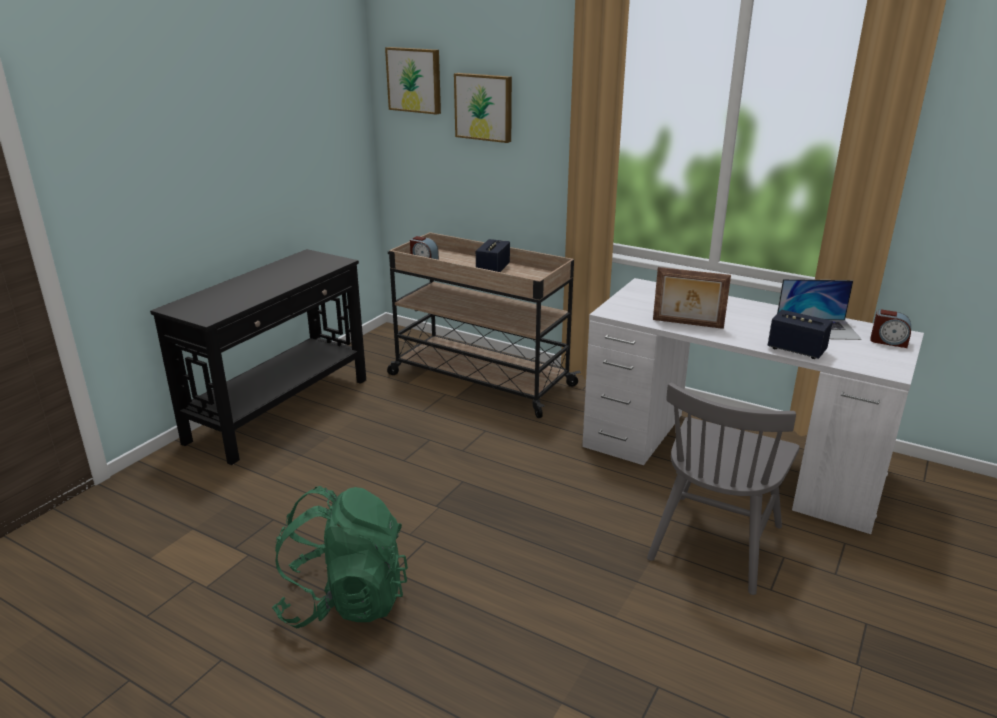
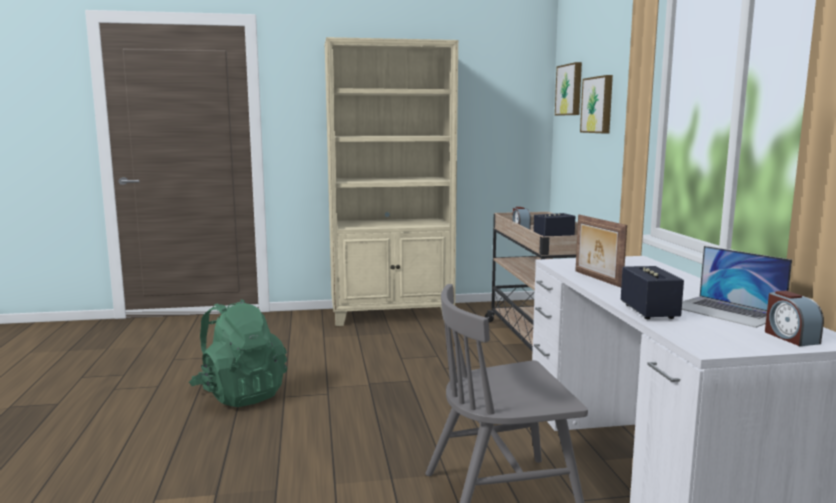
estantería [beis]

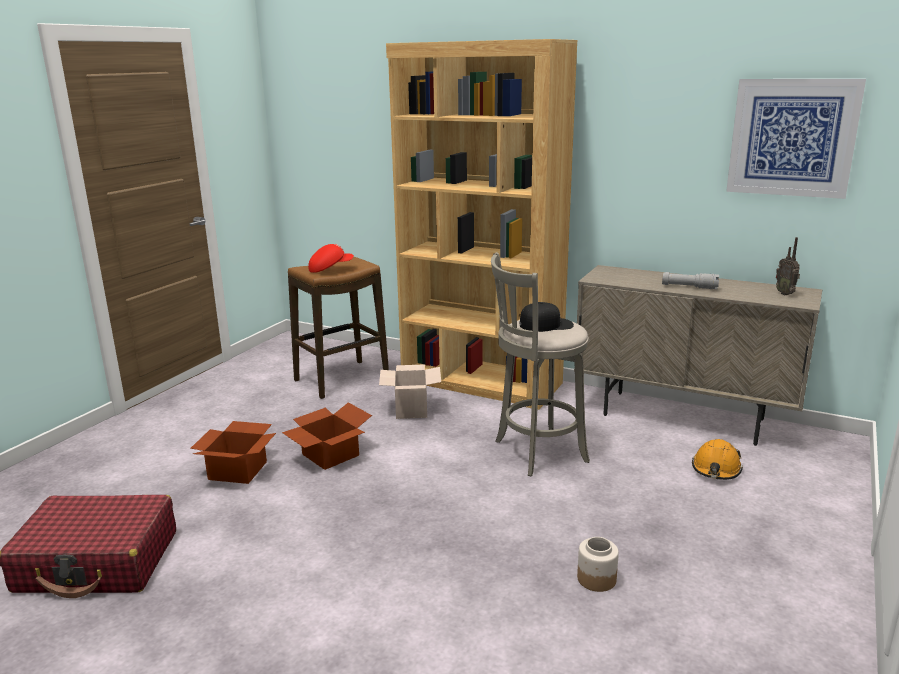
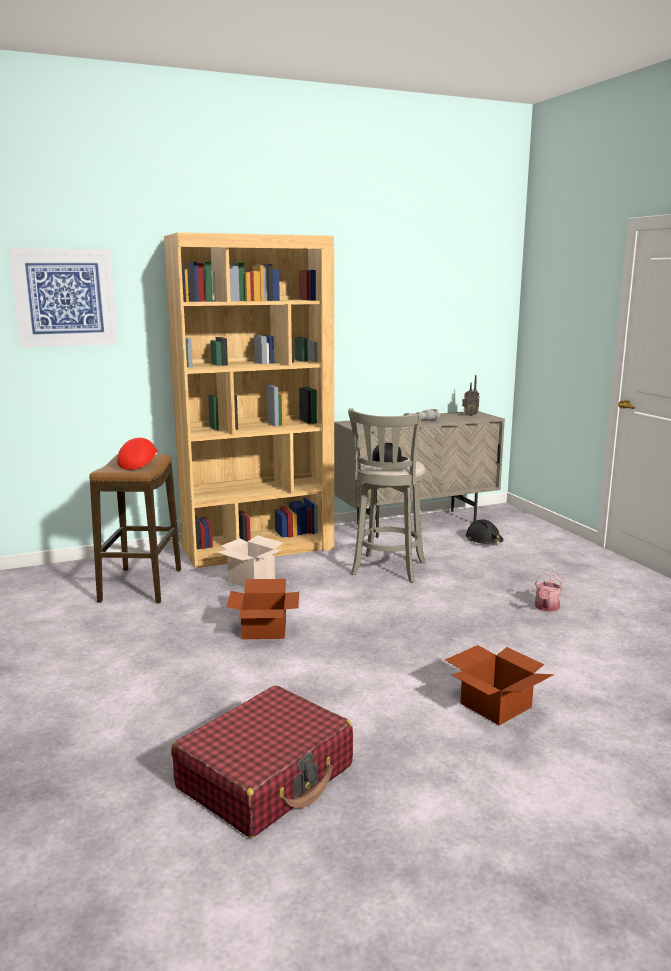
cuadro
caja de cartón (no. 3 from left)
casco [negro]
regadera

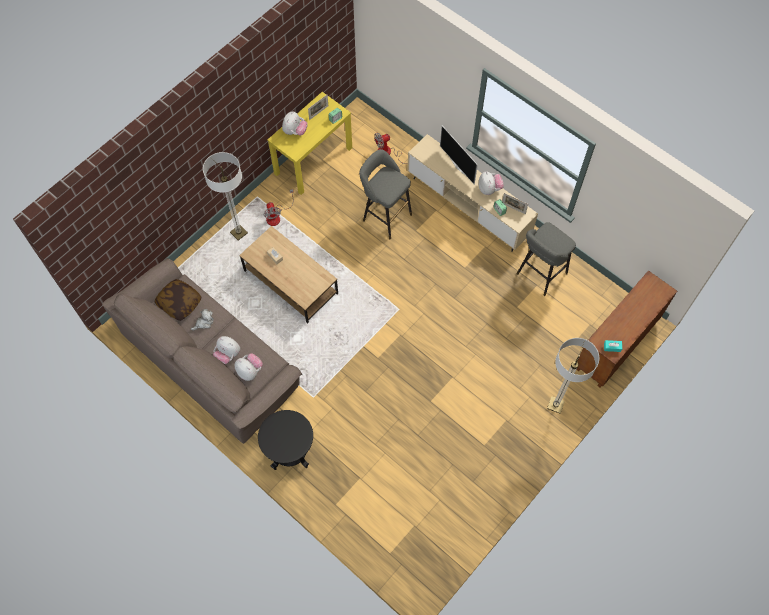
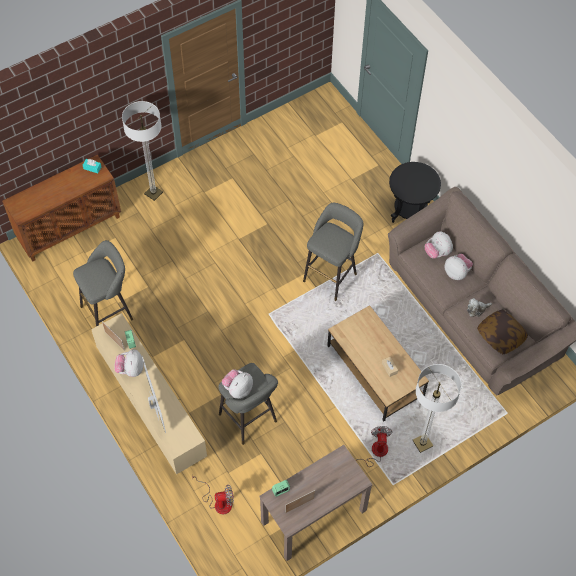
mesa consola [marrón]
peluche (no. 2 from left)
taburete [gris] (no. 3 from left)

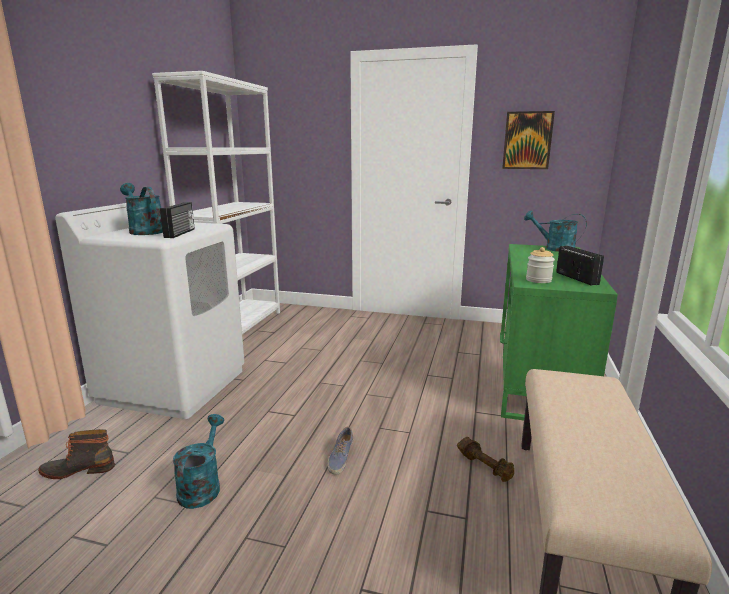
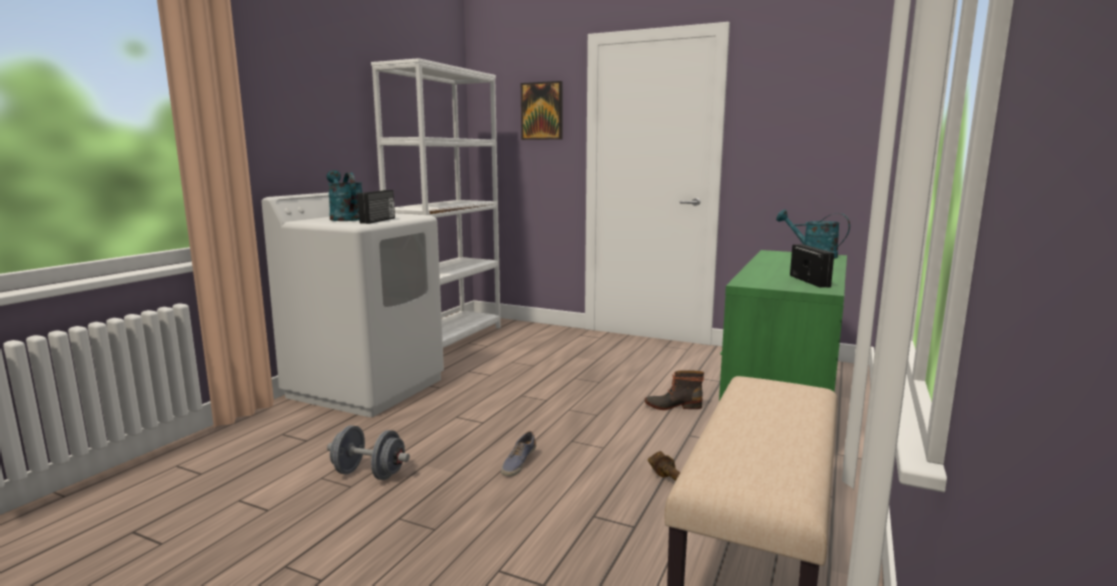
cuadro
tarro
mancuerna [gris]
bota

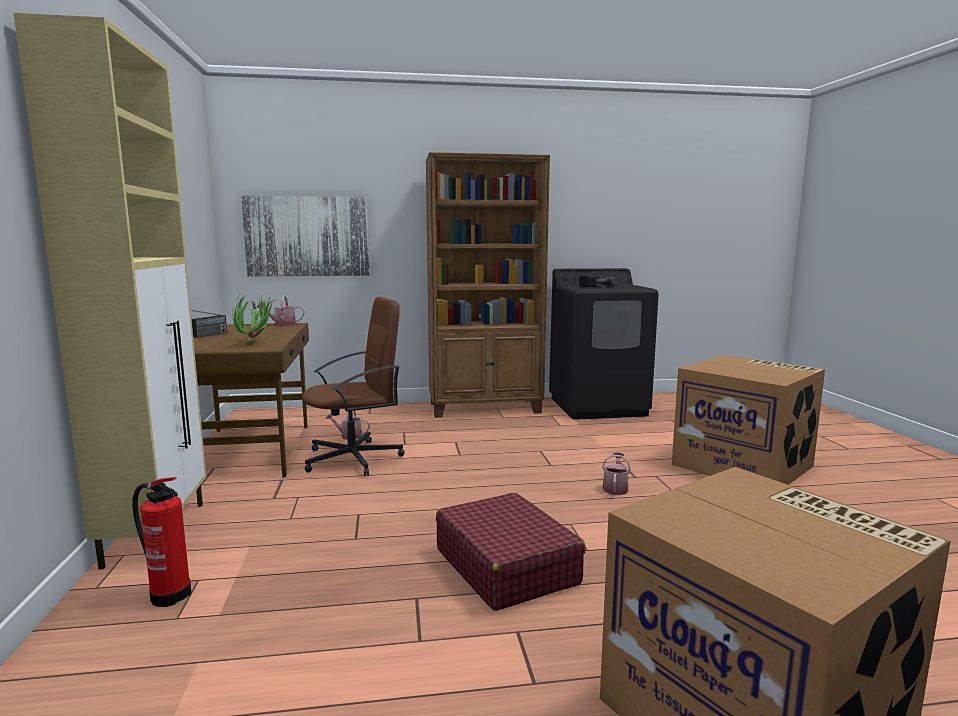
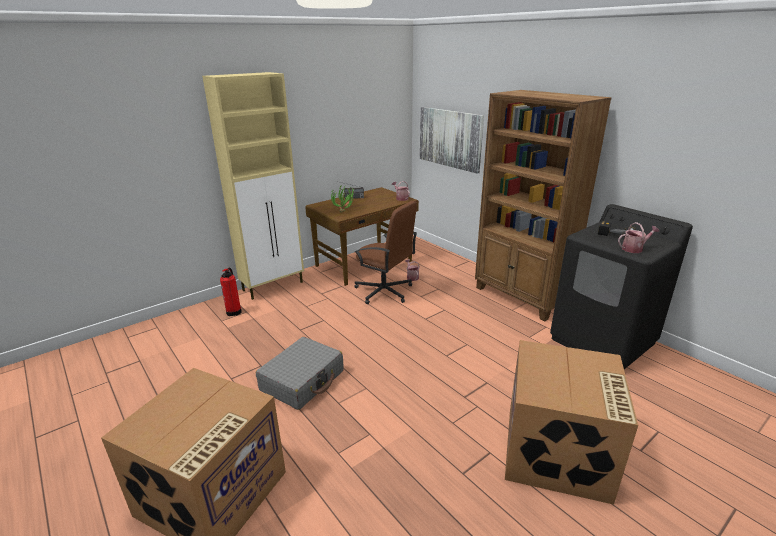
regadera (no. 3 from left)
maleta [gris]

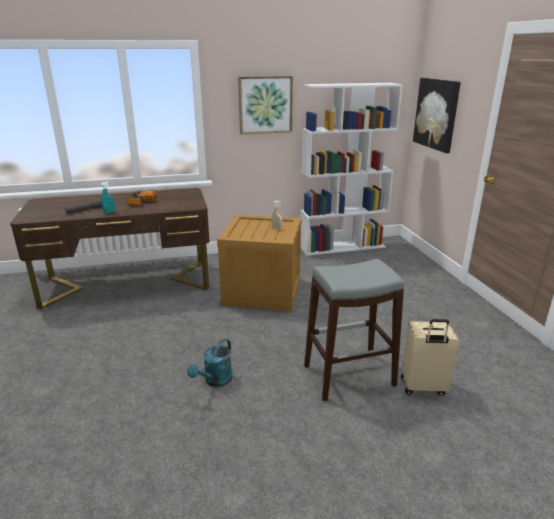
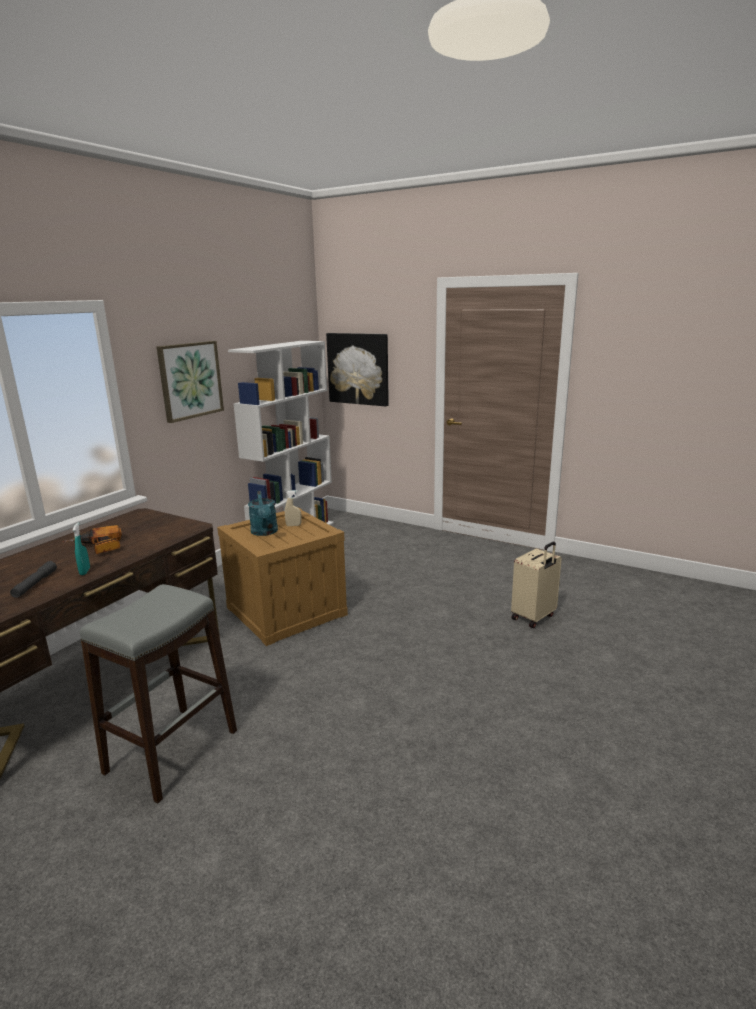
taburete [gris]
regadera [turquesa]

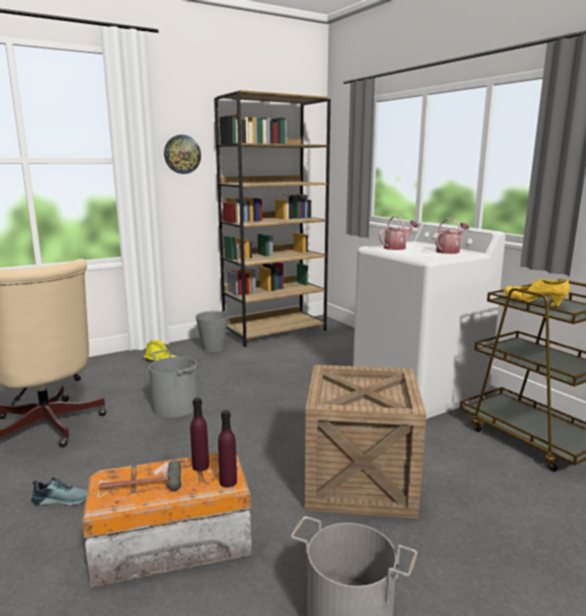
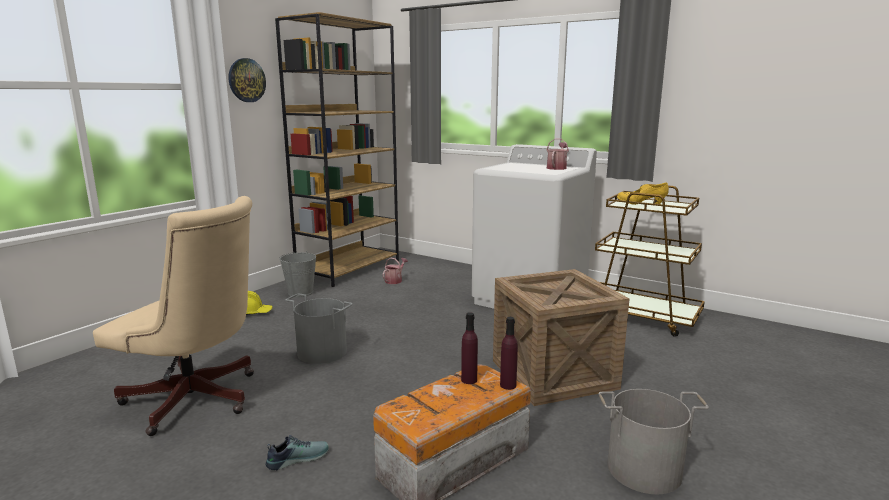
regadera (no. 1 from left)
martillo

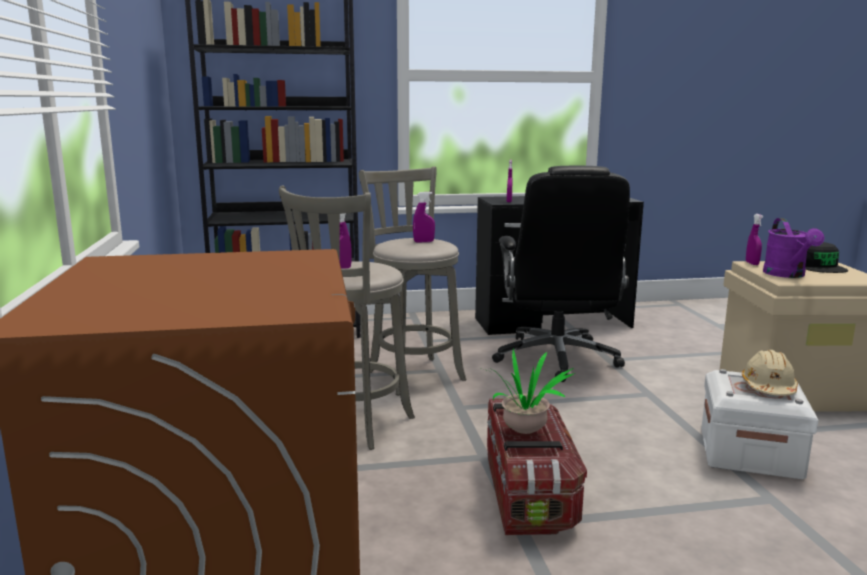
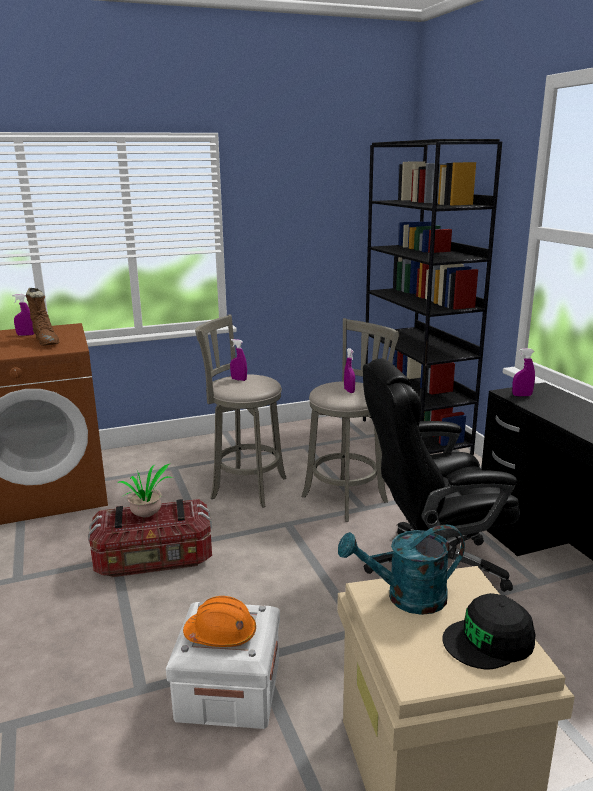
pulverizador [morado] (no. 1 from left)
regadera [turquesa]
casco [naranja]
bota [marrón]

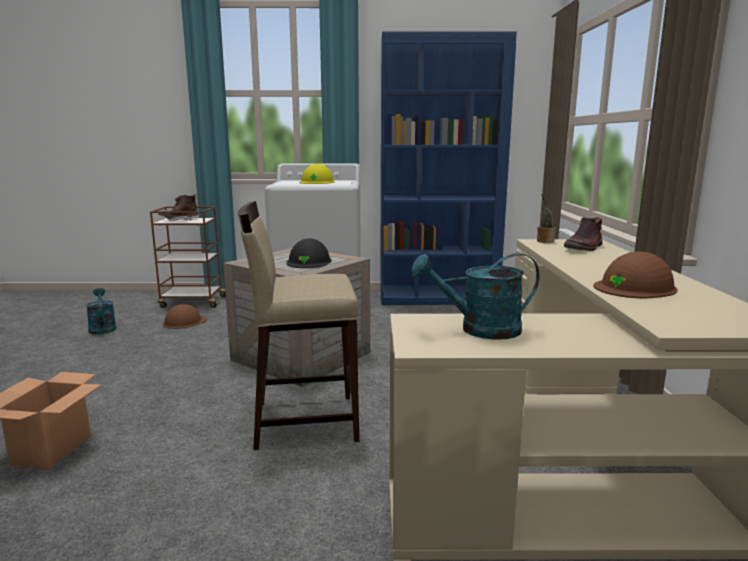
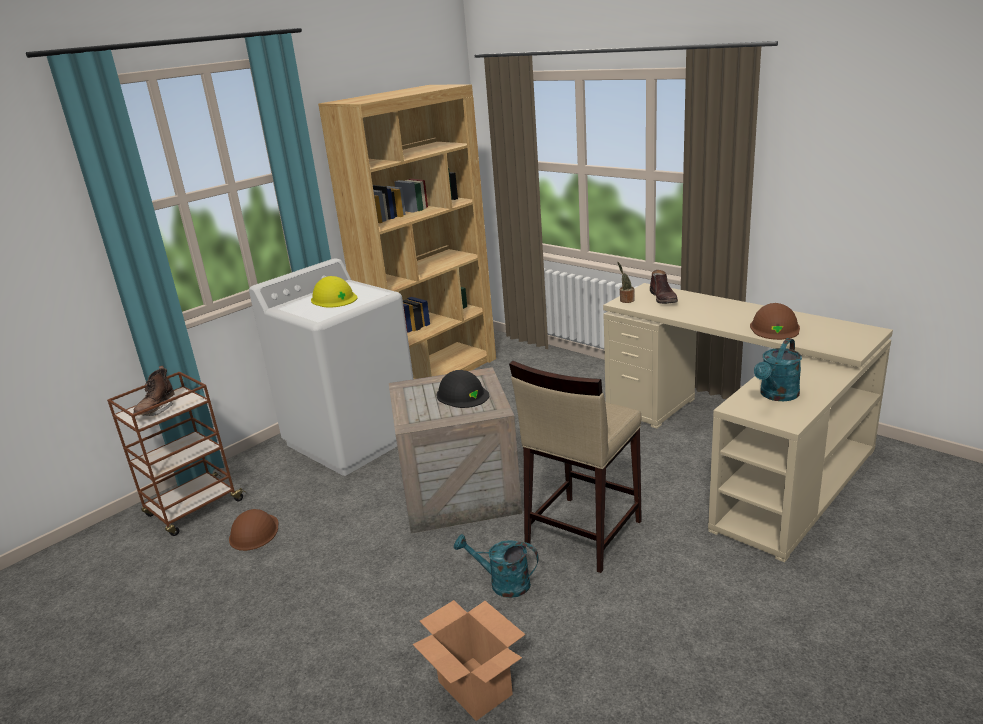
estantería [marrón]
regadera [turquesa] (no. 1 from left)

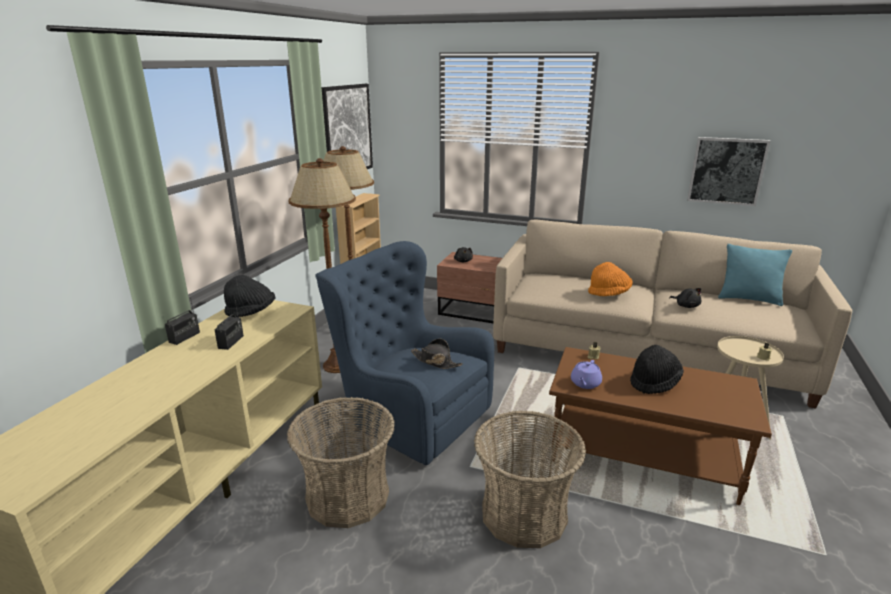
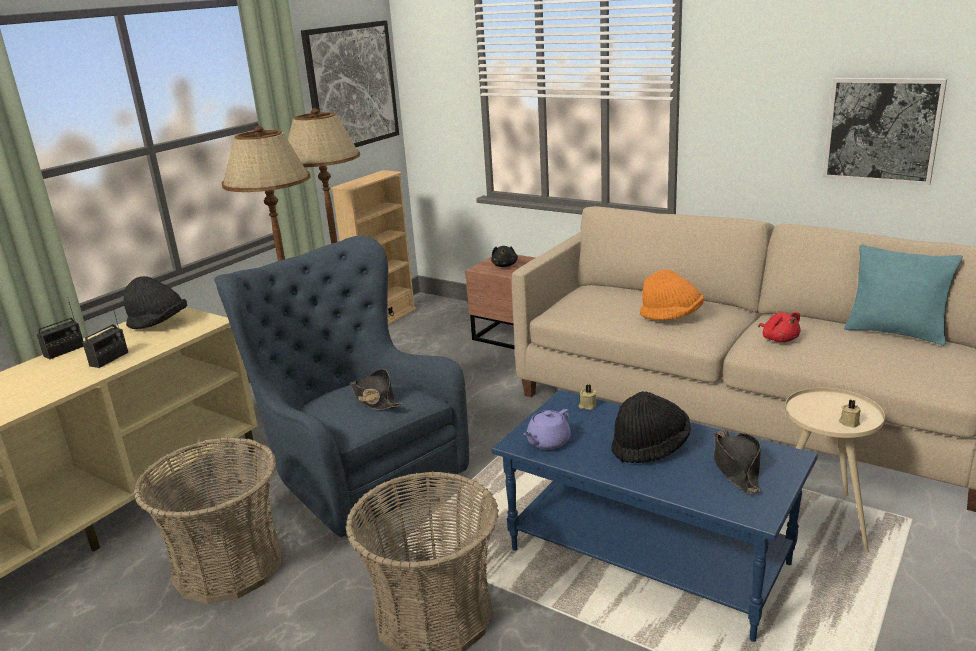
peluche [rojo]
mesa de centro [azul]
sombrero [negro] (no. 4 from left)

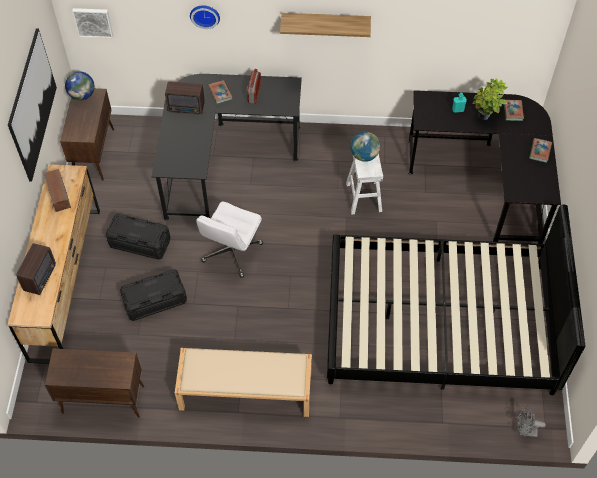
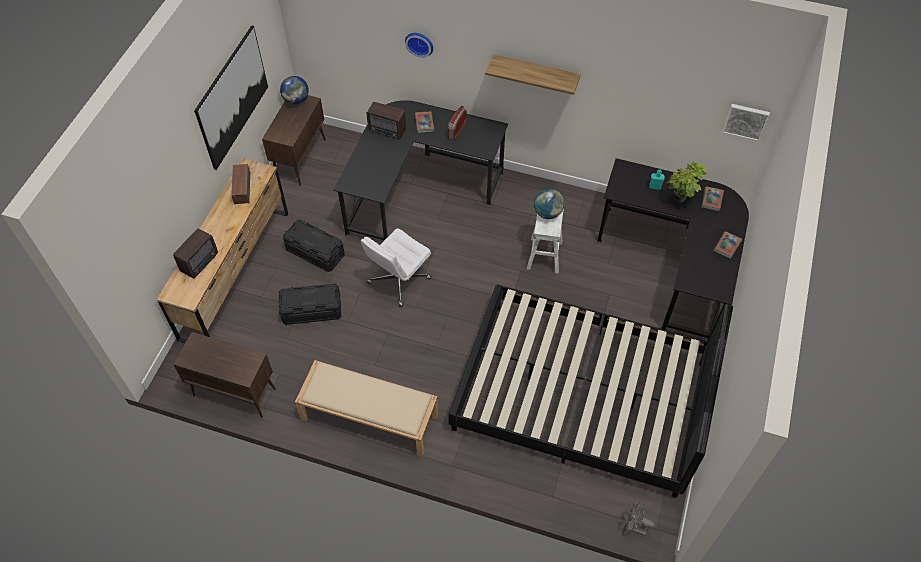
cuadro (no. 2 from left)

